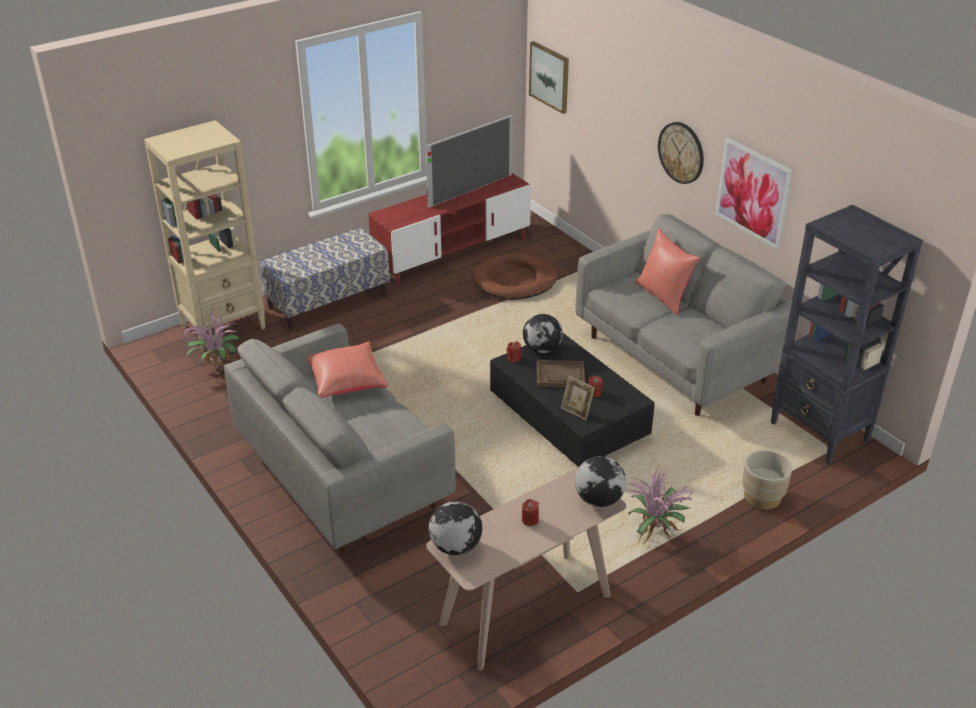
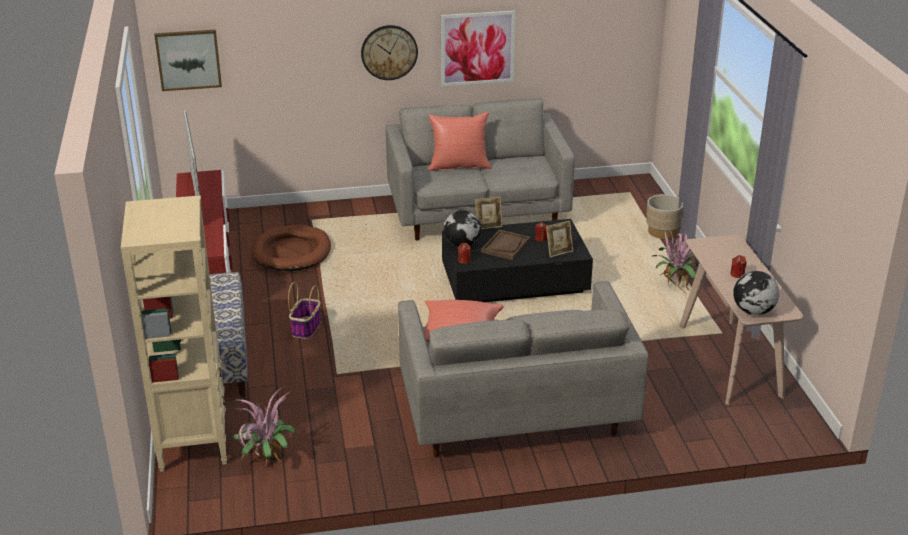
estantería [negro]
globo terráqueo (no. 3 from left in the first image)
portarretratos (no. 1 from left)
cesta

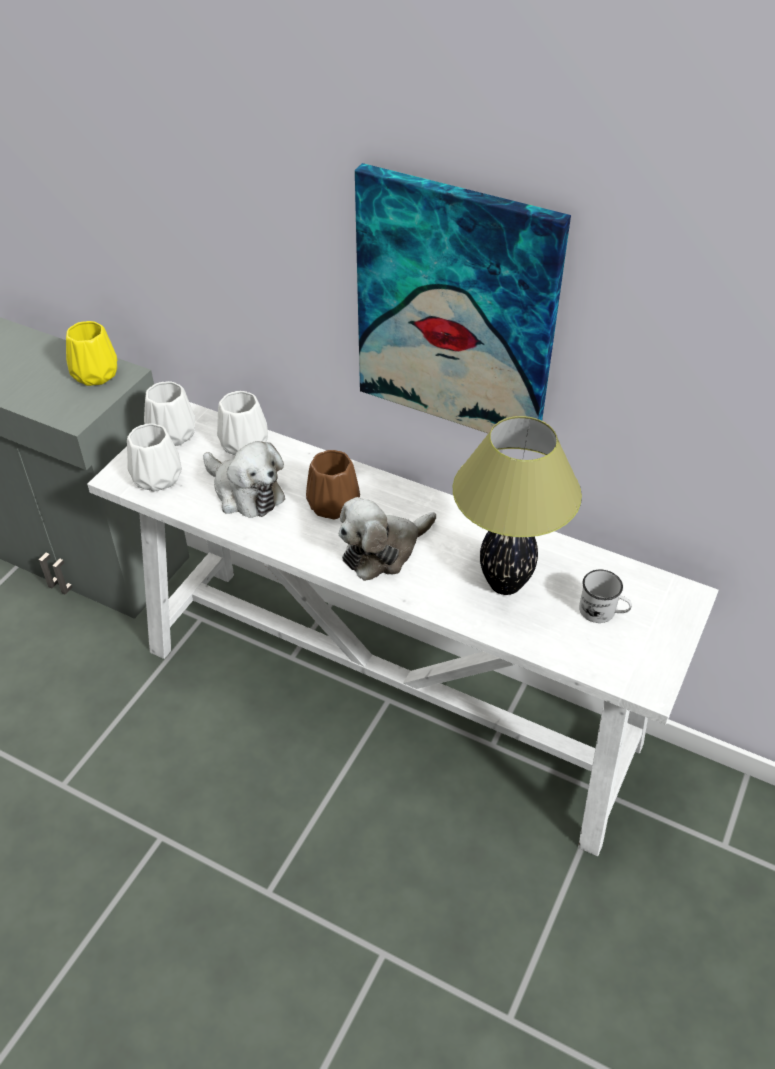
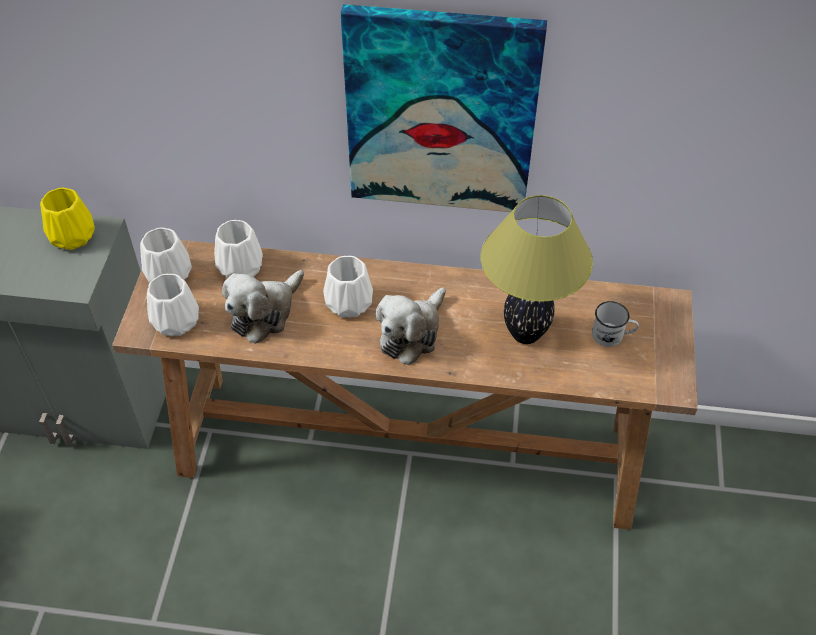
mesa consola [marrón]
peluche (no. 1 from left)
florero [blanco] (no. 4 from left)

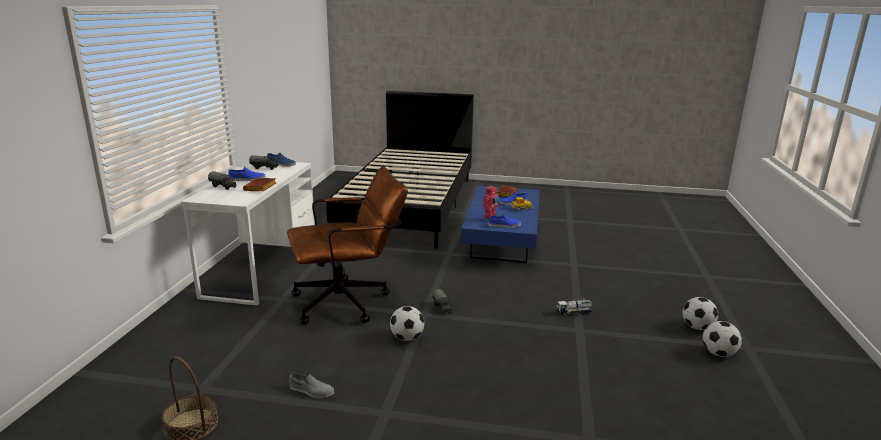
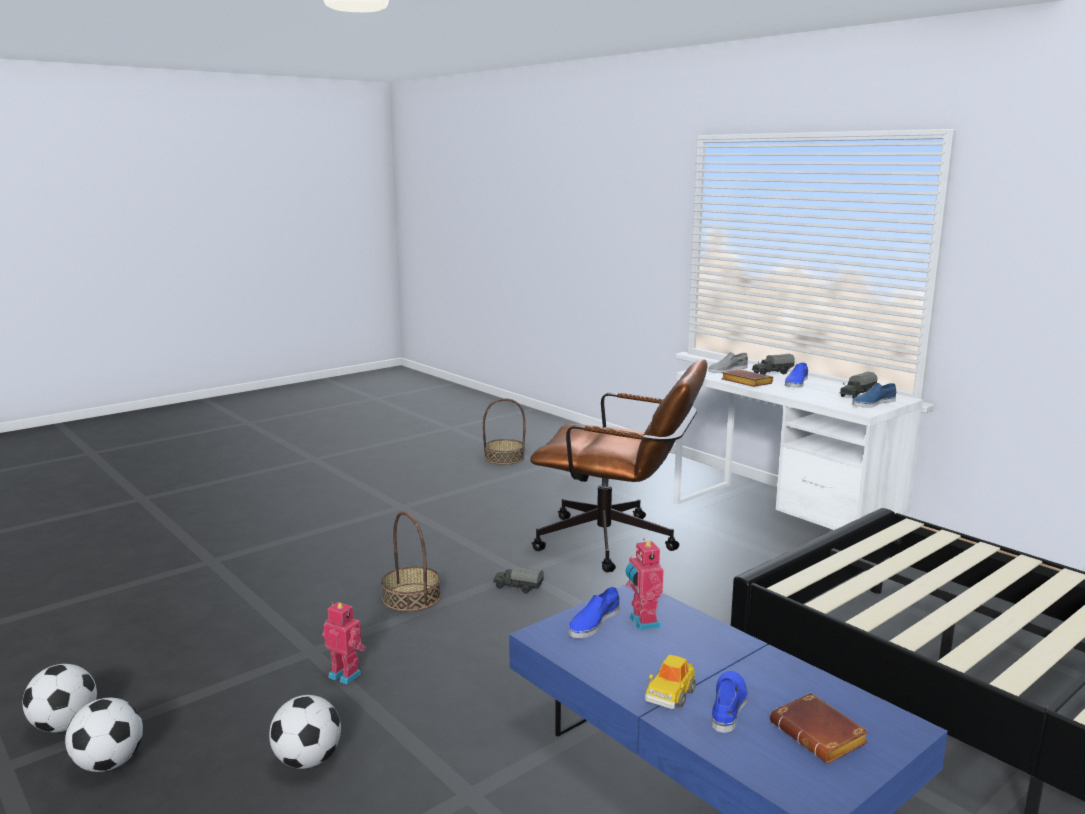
silla de oficina [marrón]
robot de juguete (no. 1 from left)
balón de fútbol (no. 3 from left)
zapato [gris]
cesta (no. 1 from left)

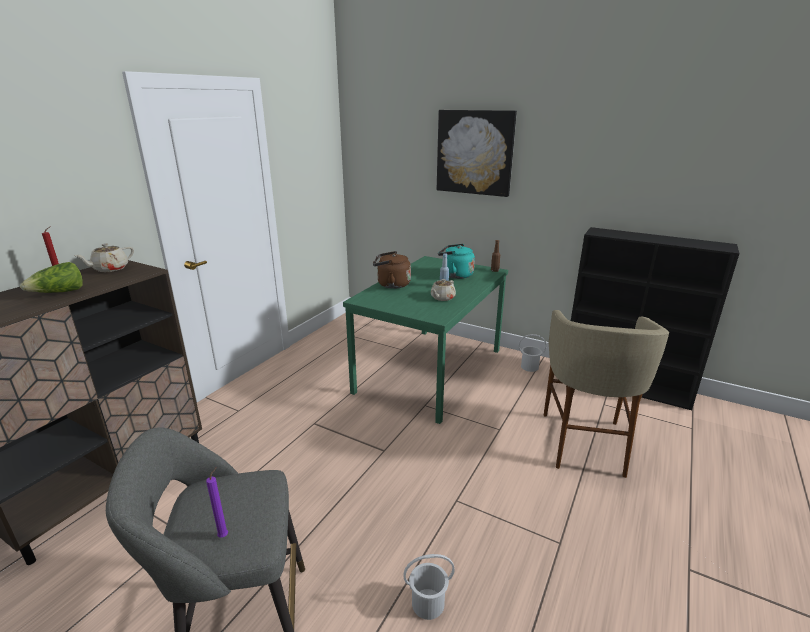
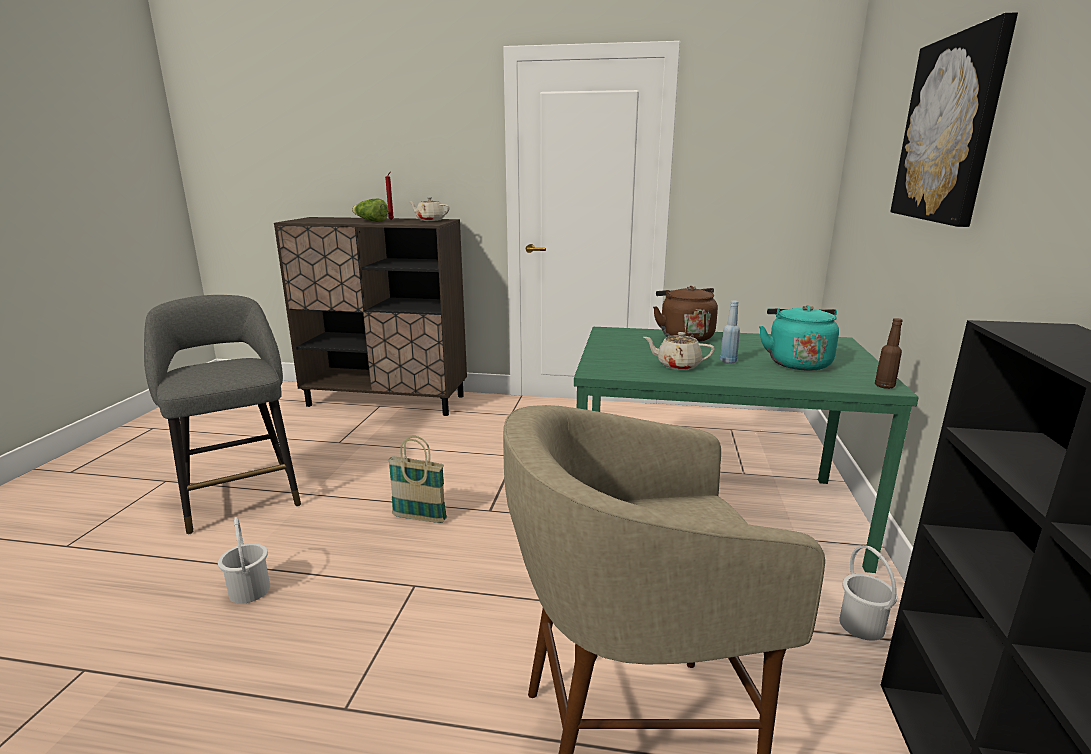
vela [morado]
cesta

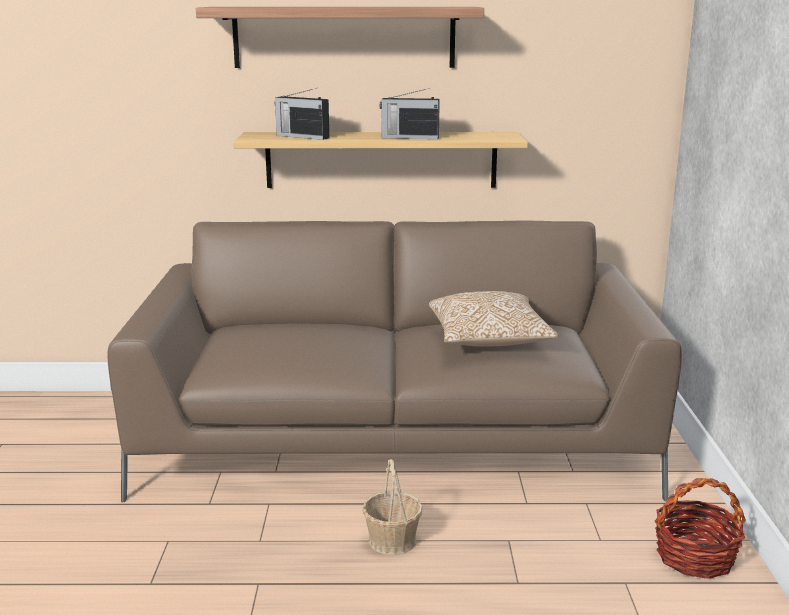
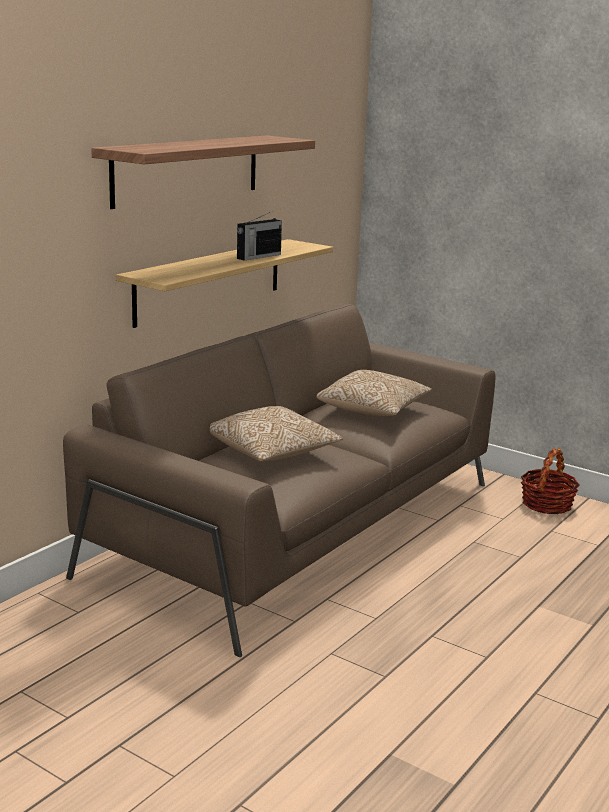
radio (no. 1 from left in the first image)
cesta (no. 1 from left in the first image)
cojín (no. 1 from left)

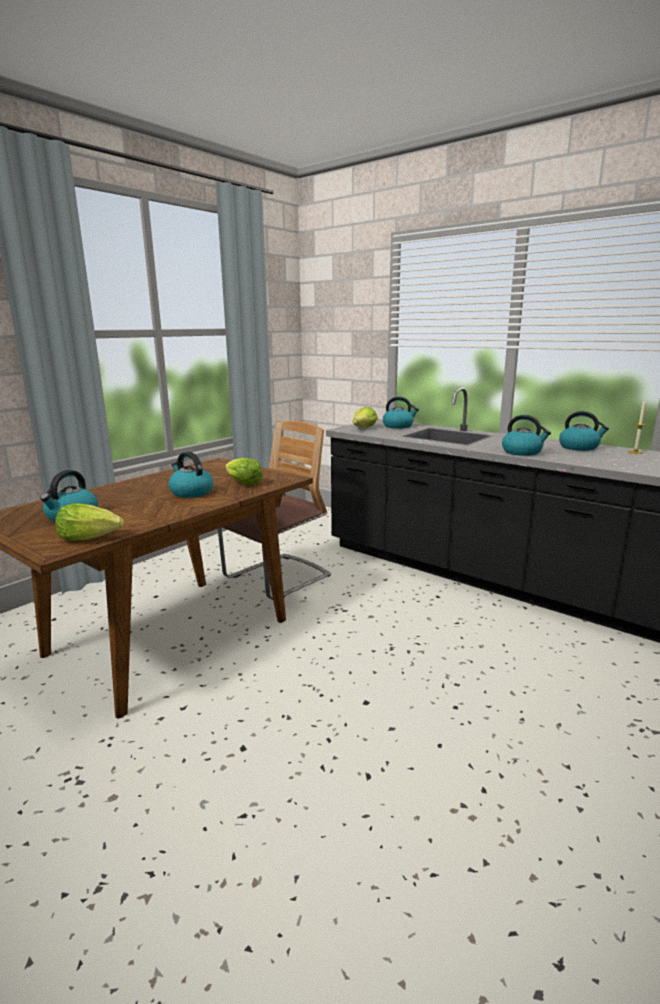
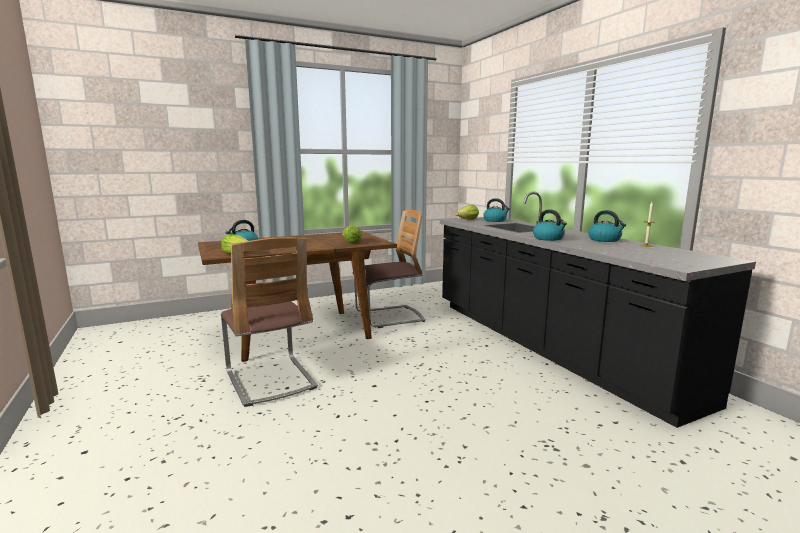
hervidor (no. 2 from left in the first image)
silla (no. 1 from left)

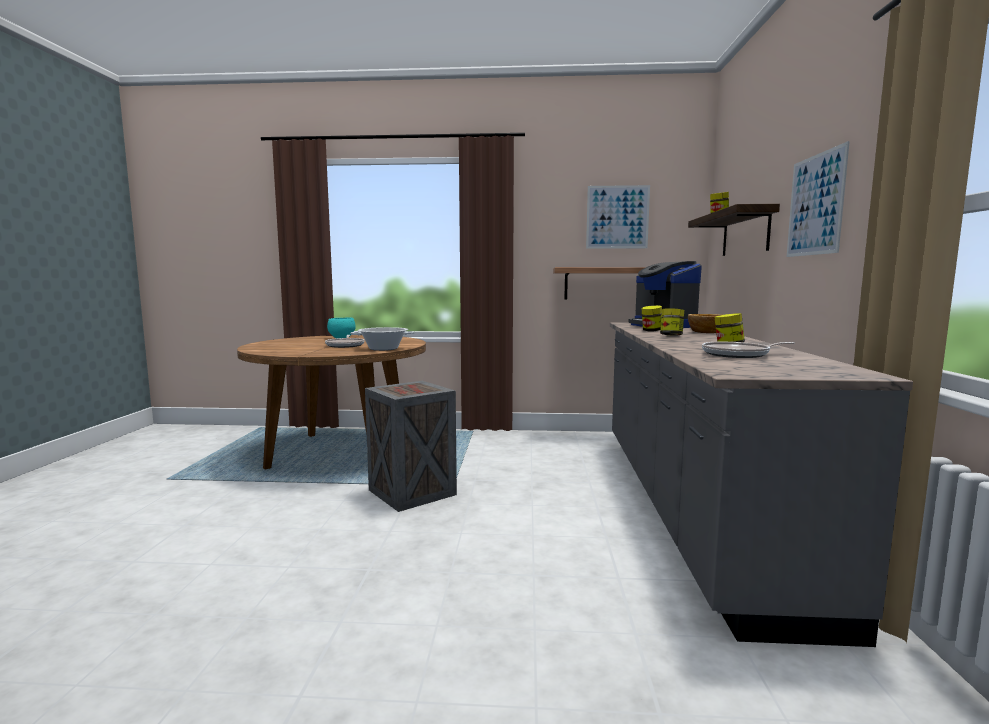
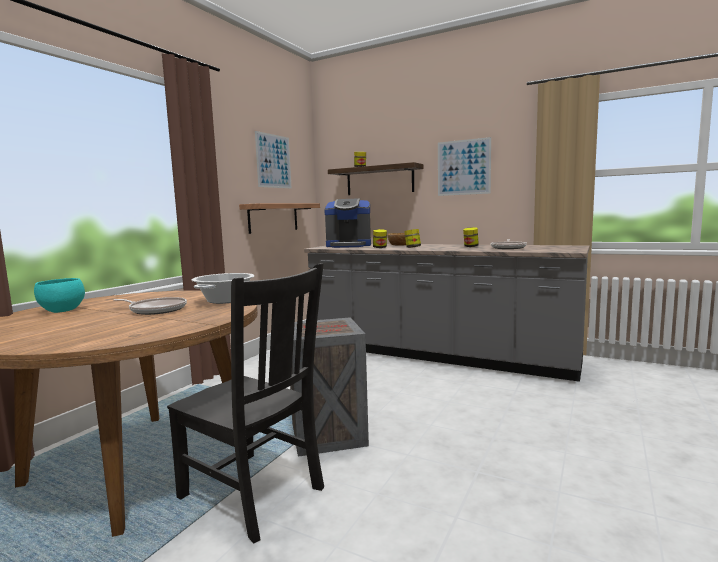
silla [negro]

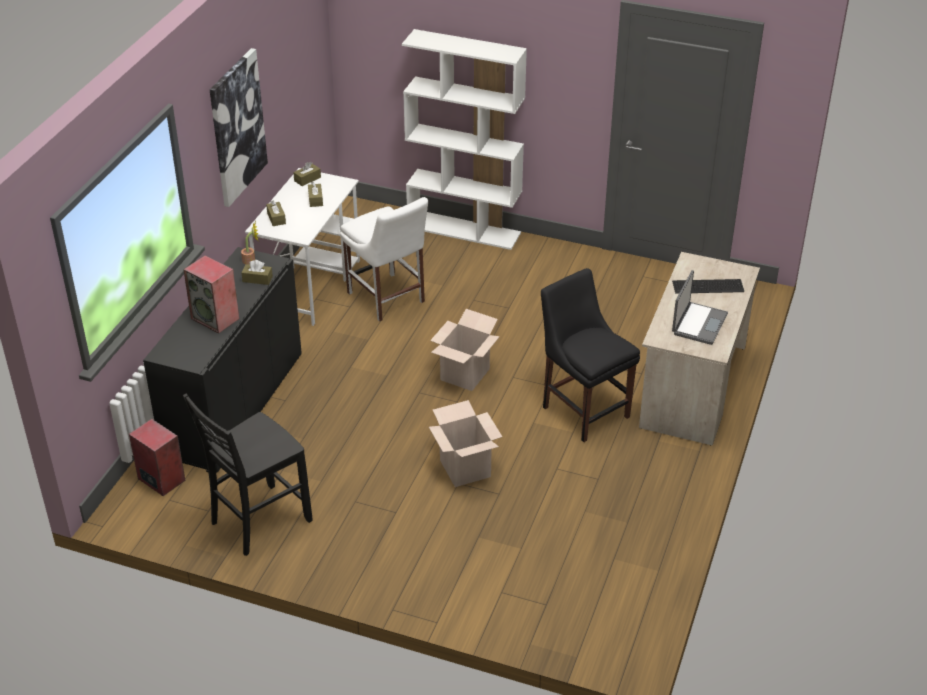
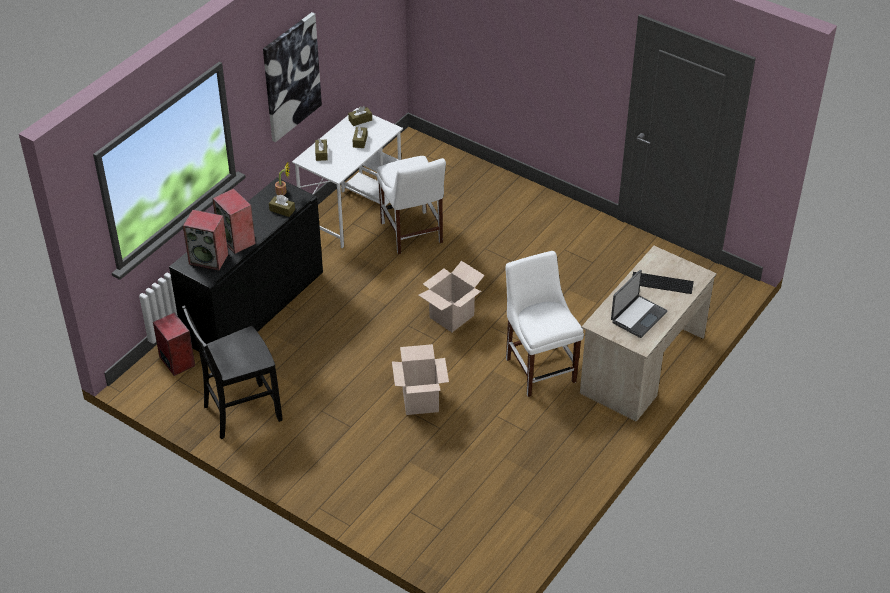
estantería [blanco]
silla [blanco] (no. 2 from left)
altavoz (no. 2 from left)

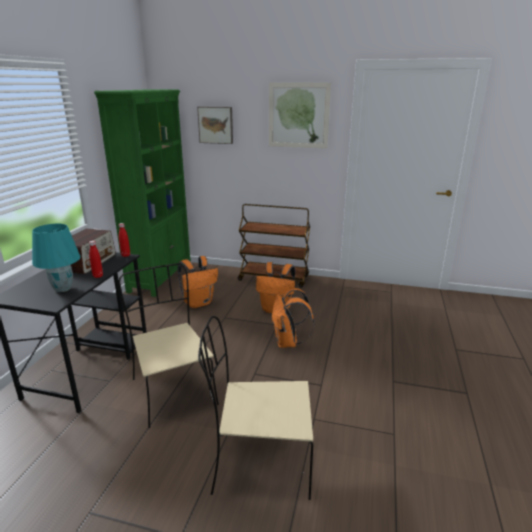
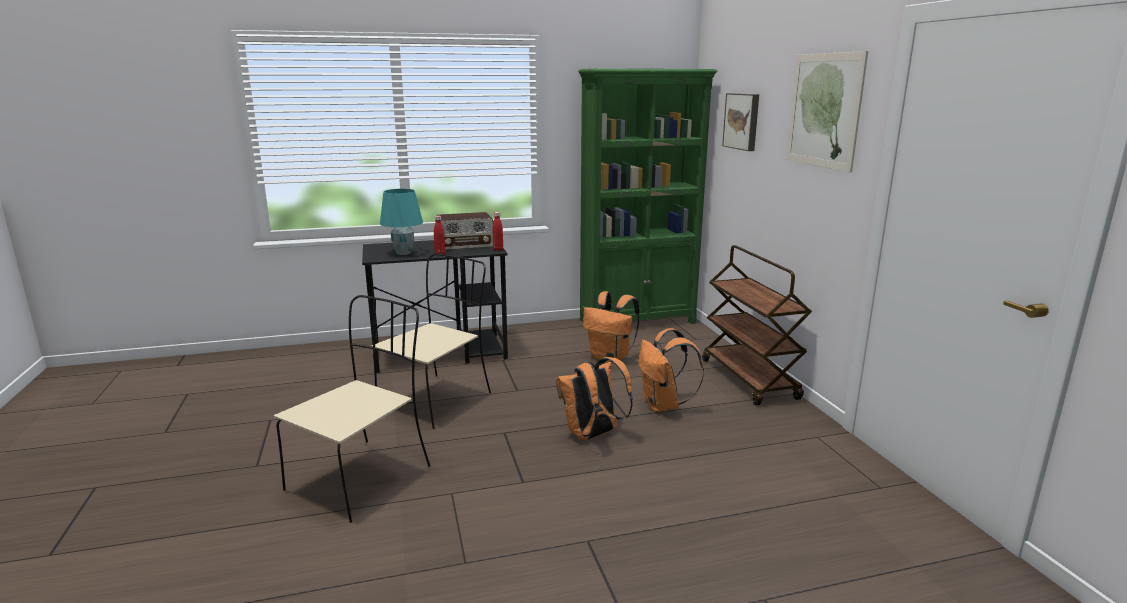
silla [beis] (no. 1 from left)

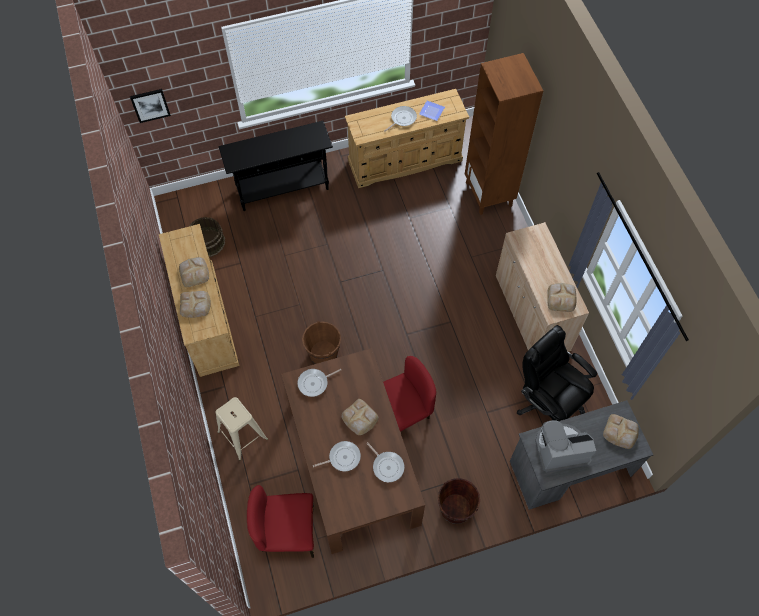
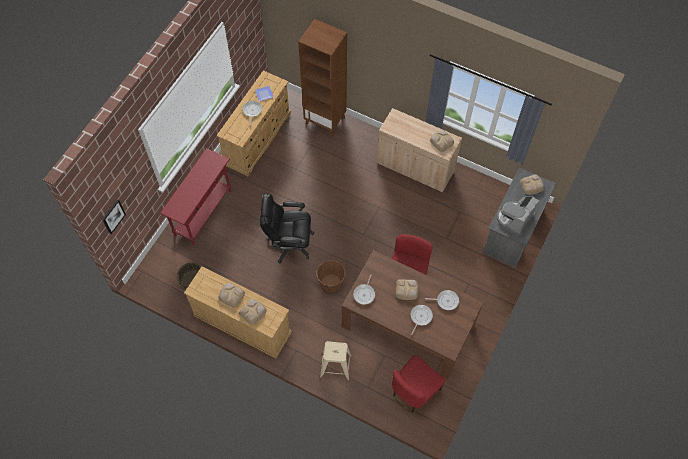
mesa consola [rojo]
silla de oficina [negro]
cubo [marrón] (no. 3 from left in the first image)

